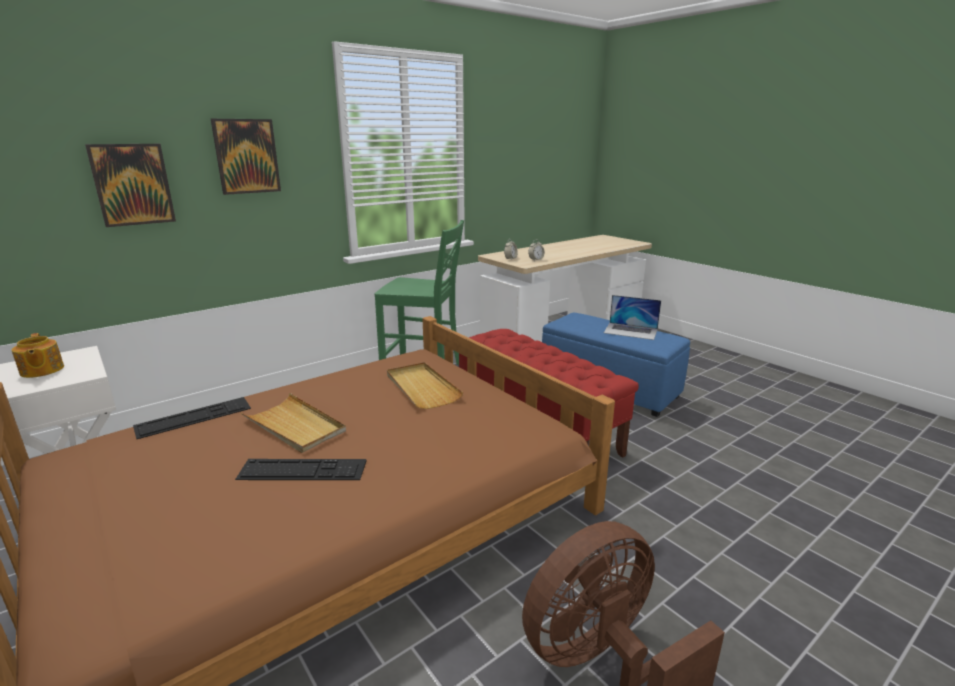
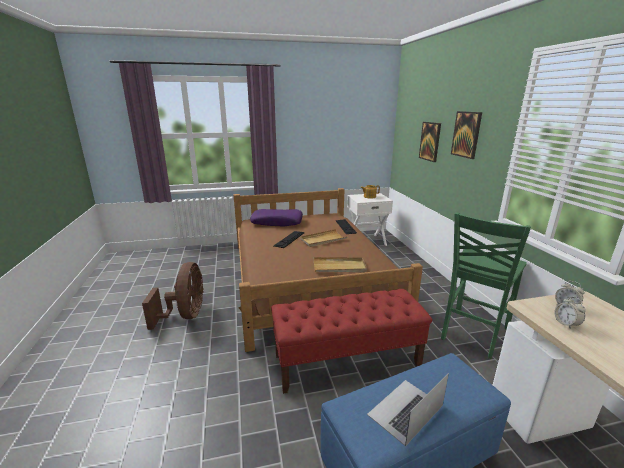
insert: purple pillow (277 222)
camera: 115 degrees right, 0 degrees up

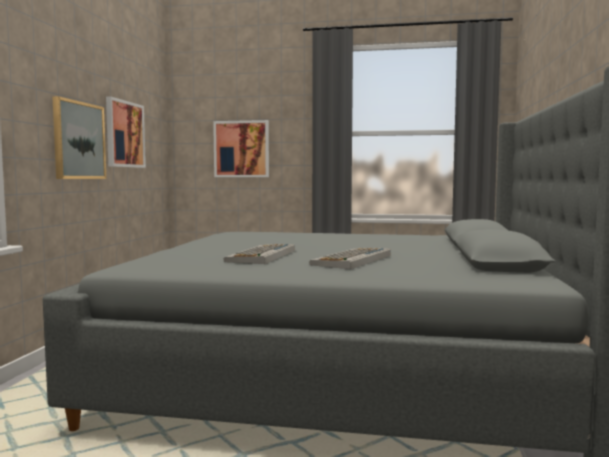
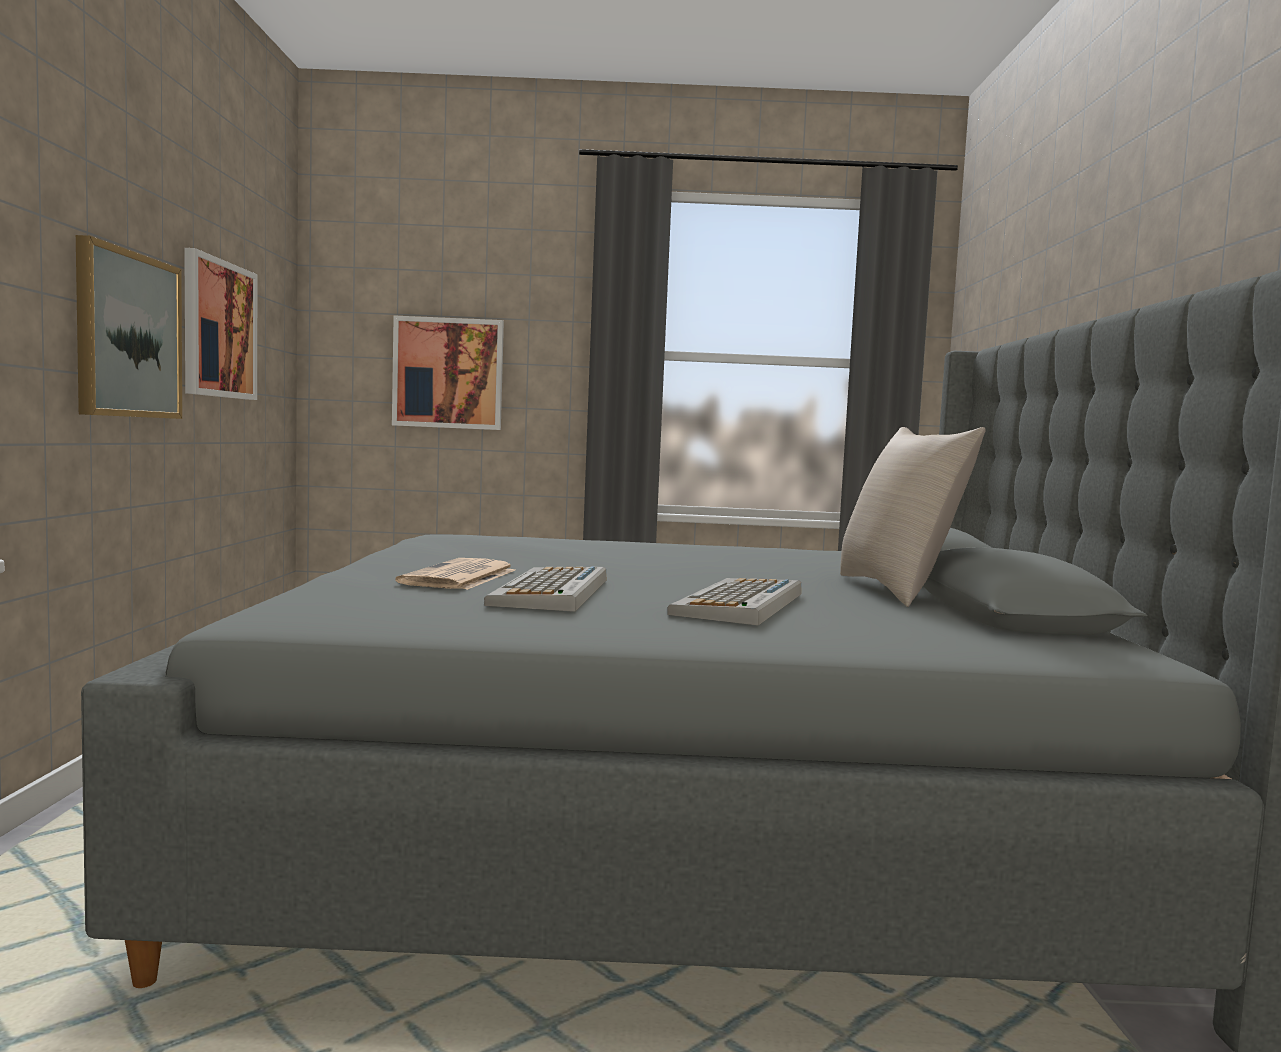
insert: newspaper (459 577); beige pillow (898 590)
camera: 10 degrees left, 0 degrees up

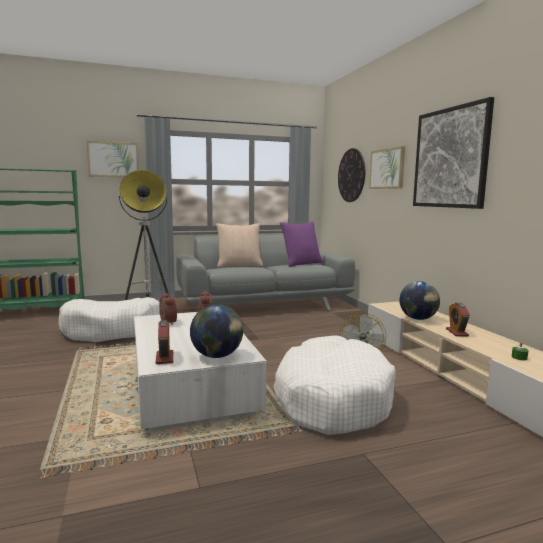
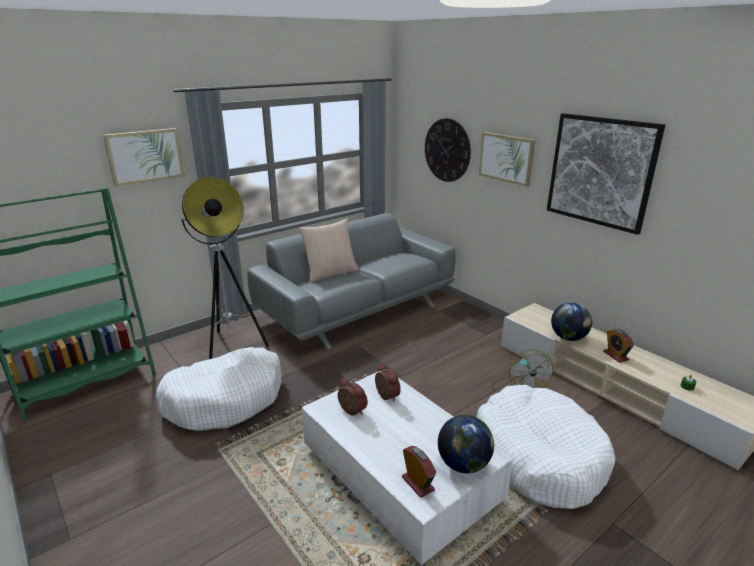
delete: purple pillow (301 264)
camera: 20 degrees left, 15 degrees up

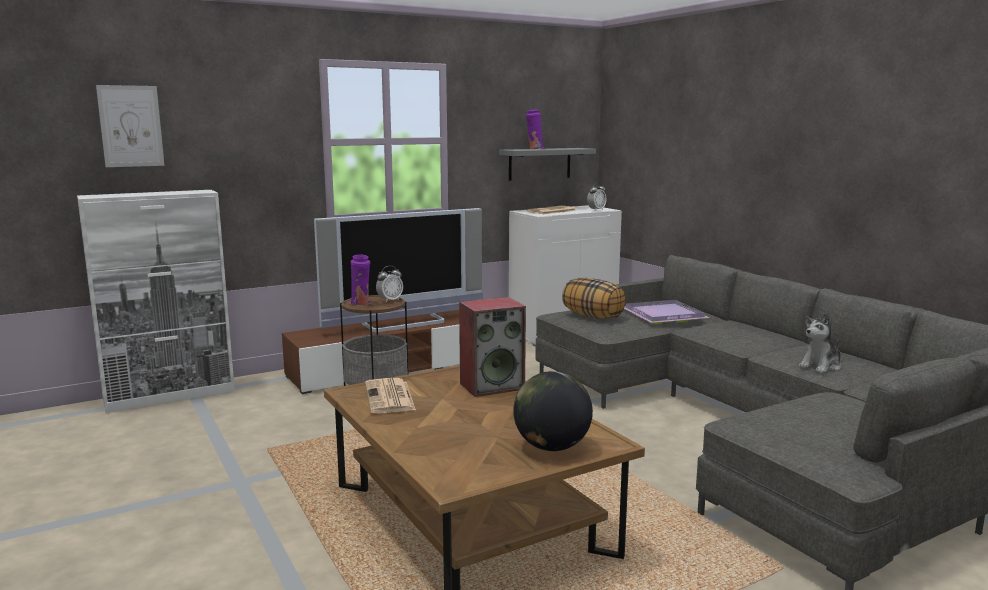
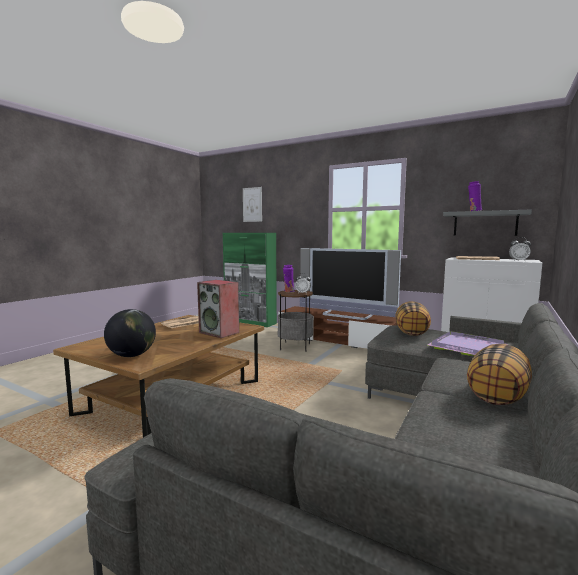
delete: plush toy (821 366)
insert: pillow (497 396)
recolor: white cabinet (170 395) to green cabinet (250 322)
camera: 60 degrees right, 5 degrees down

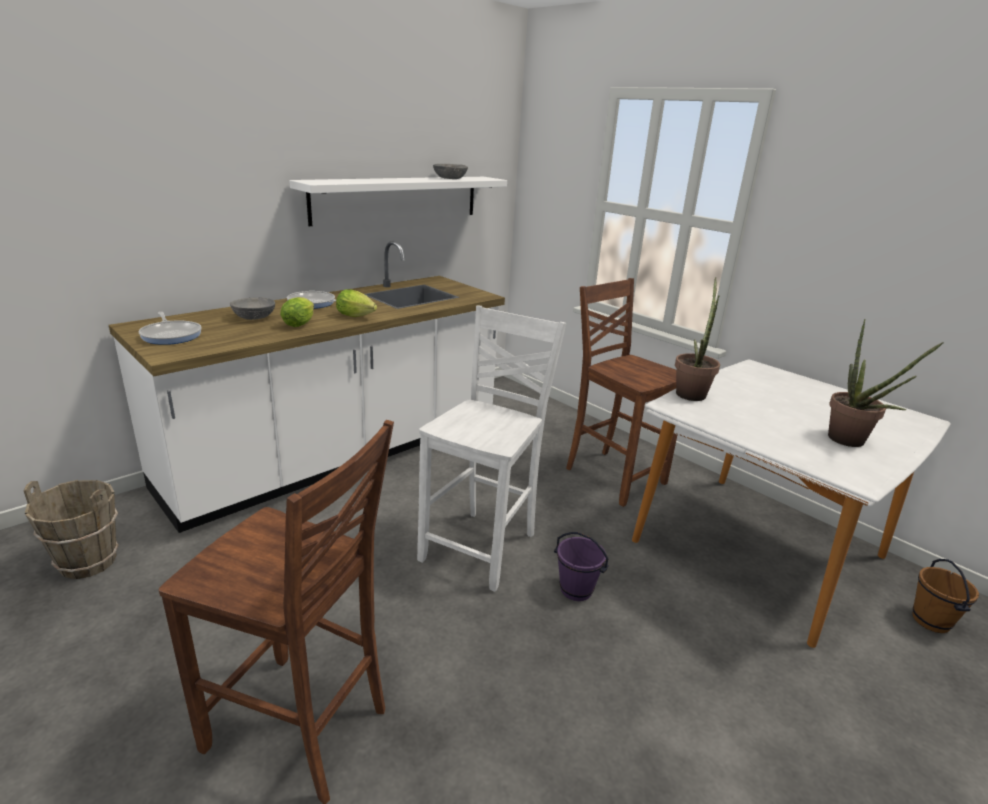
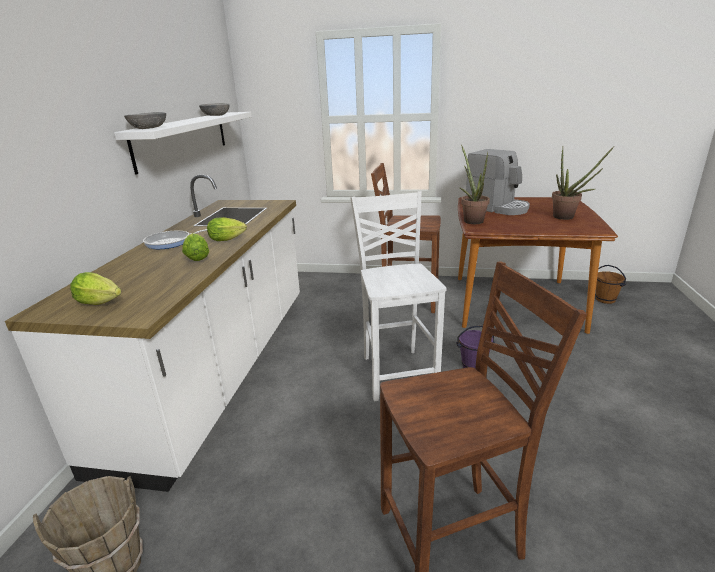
insert: coffee machine (497 208)
move: grey bowl (254 317) to (149 128)
replace: frying pan (171 335) to lettuce (102 303)
recolor: white dining table (757 550) to brown dining table (515 303)
camera: 35 degrees left, 0 degrees up

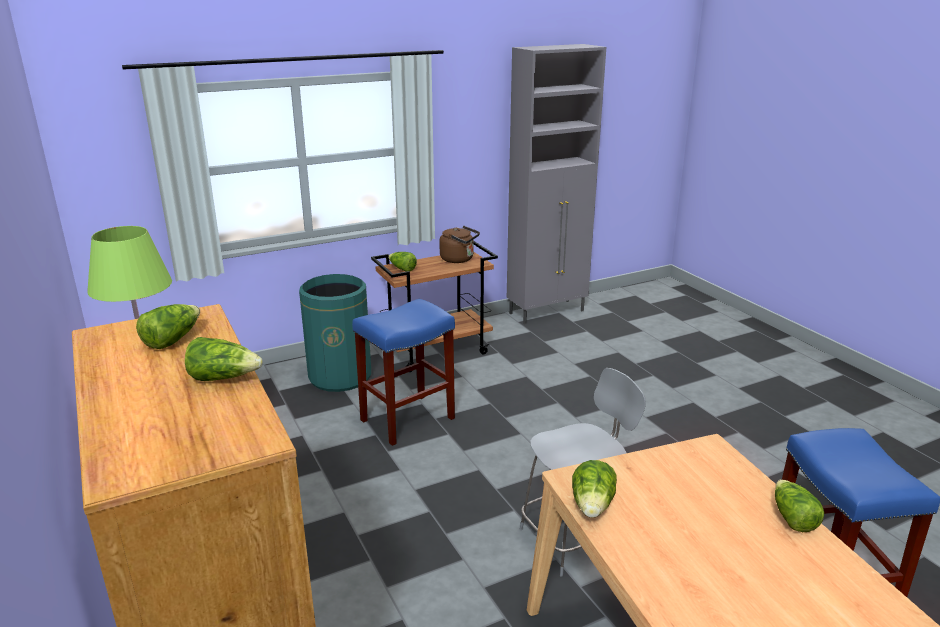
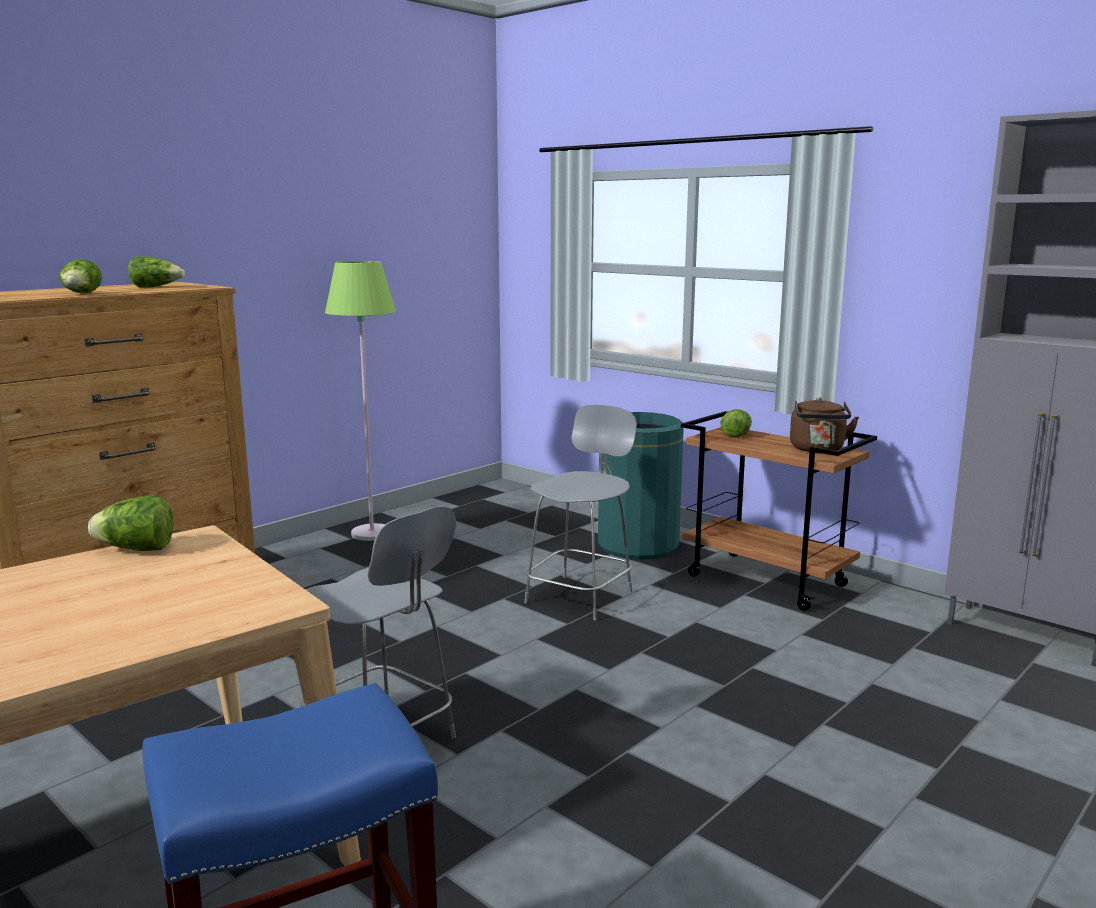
delete: lettuce (792 518)
replace: blue stool (408 418) to grey chair (581 595)
camera: 70 degrees right, 10 degrees down

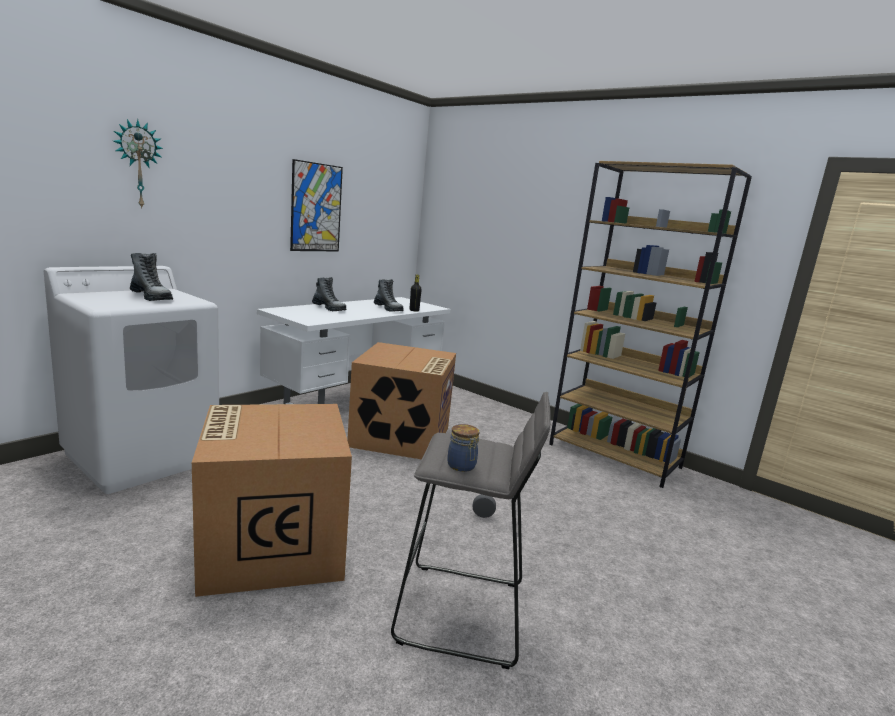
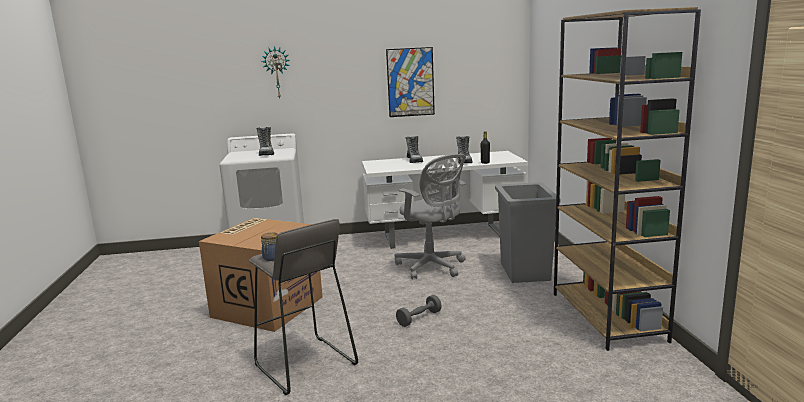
insert: grey trash can (525 271)
replace: cardboard box (401 437) to grey office chair (432 267)
camera: 45 degrees right, 0 degrees up

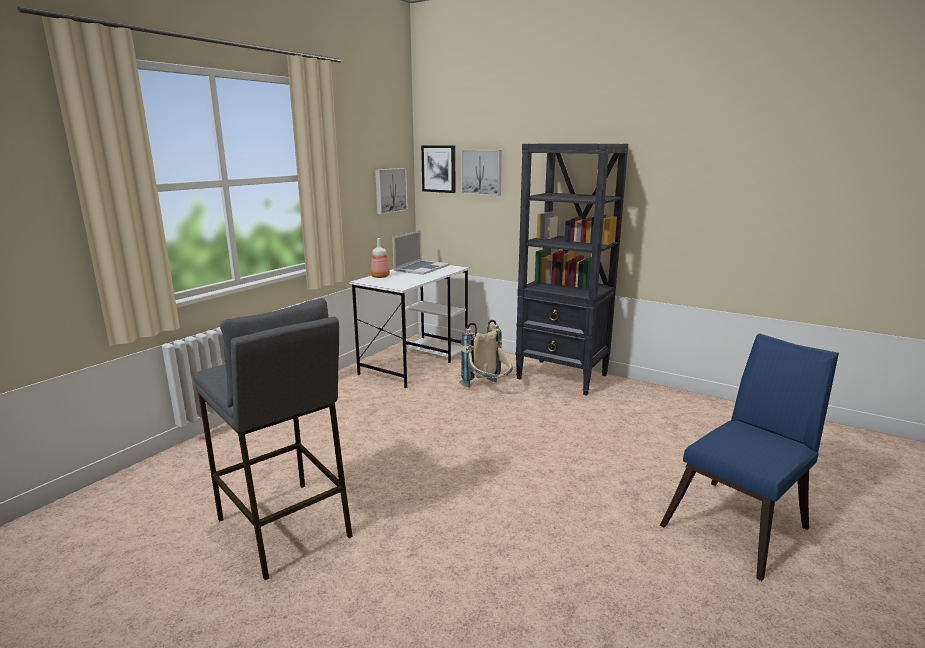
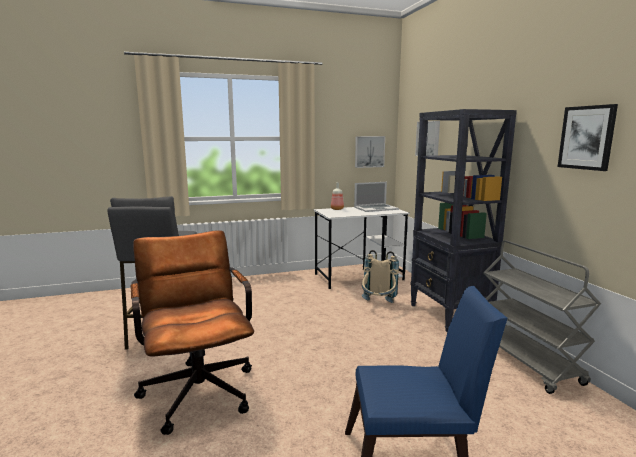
insert: brown office chair (198 387); grey cart (527 362)
move: picture (439 169) to (587 137)
camera: 40 degrees right, 5 degrees down

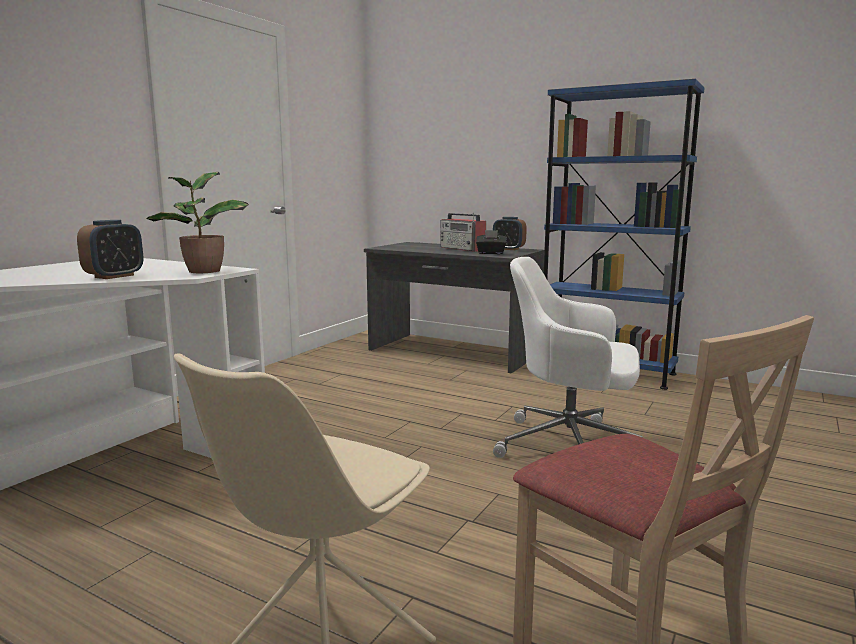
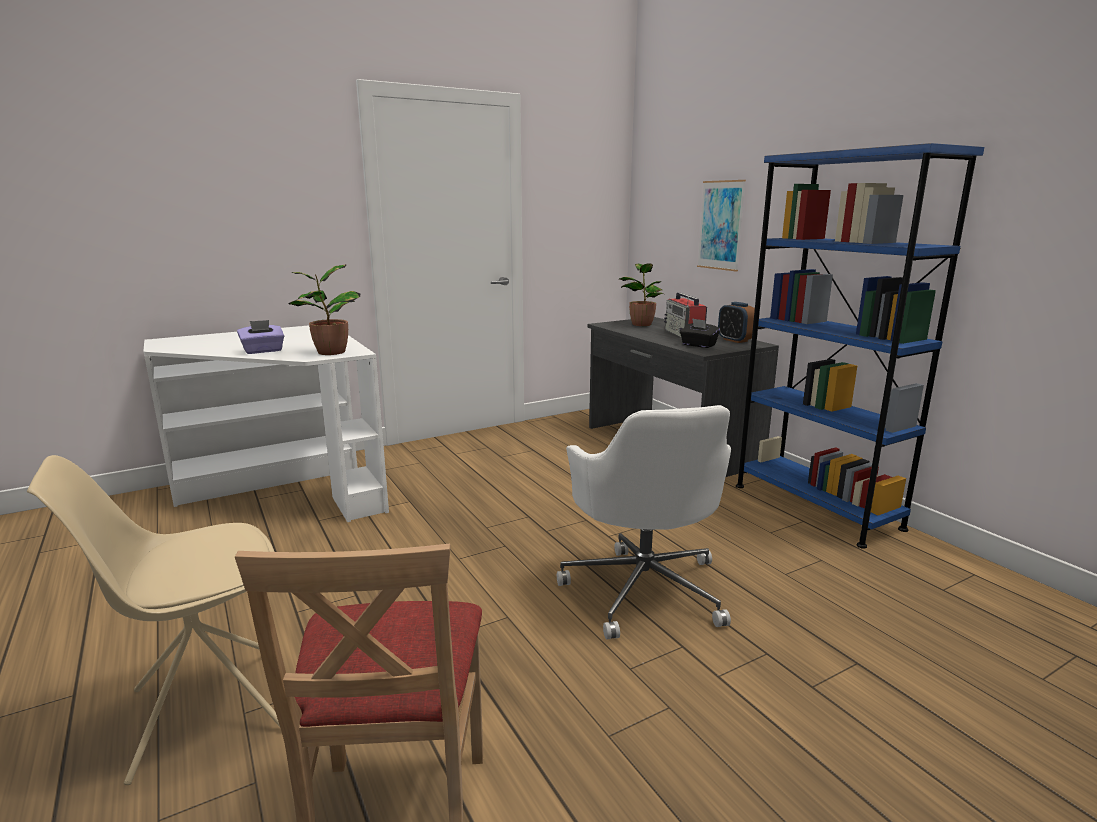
insert: potted plant (641 324); picture (720 225)
replace: alarm clock (114 276) to purple tissue box (263 351)
rotate: white office chair (570 446) = (644 588) 150 degrees counterclockwise
camera: 30 degrees right, 5 degrees up

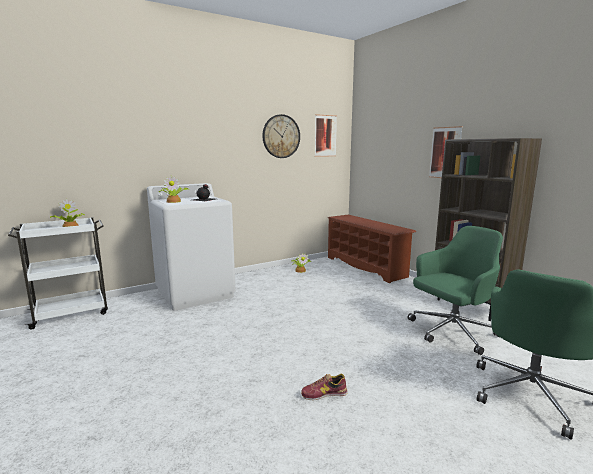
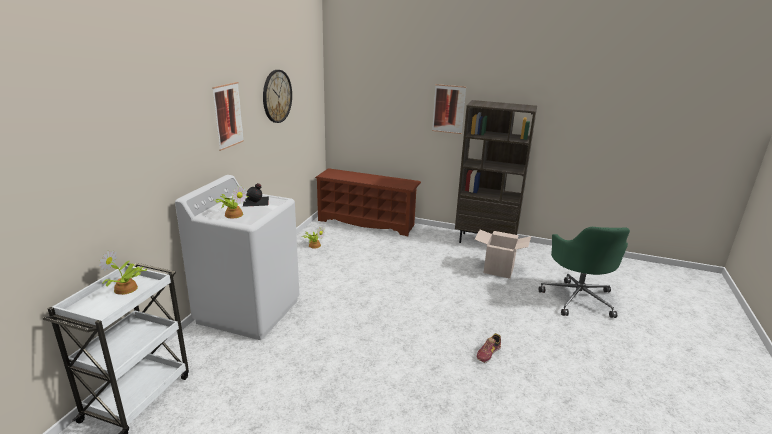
move: picture (325 136) to (228 115)
replace: green office chair (451 332) to cardboard box (498 270)
camera: 40 degrees left, 10 degrees up

